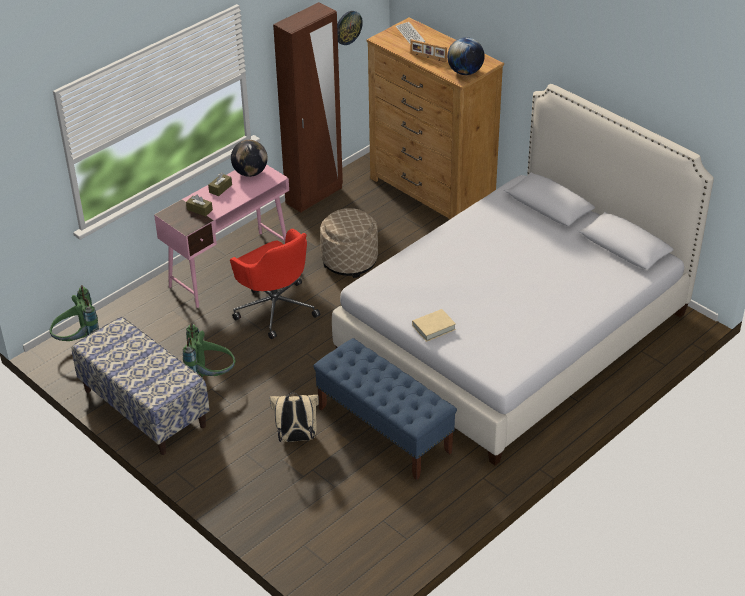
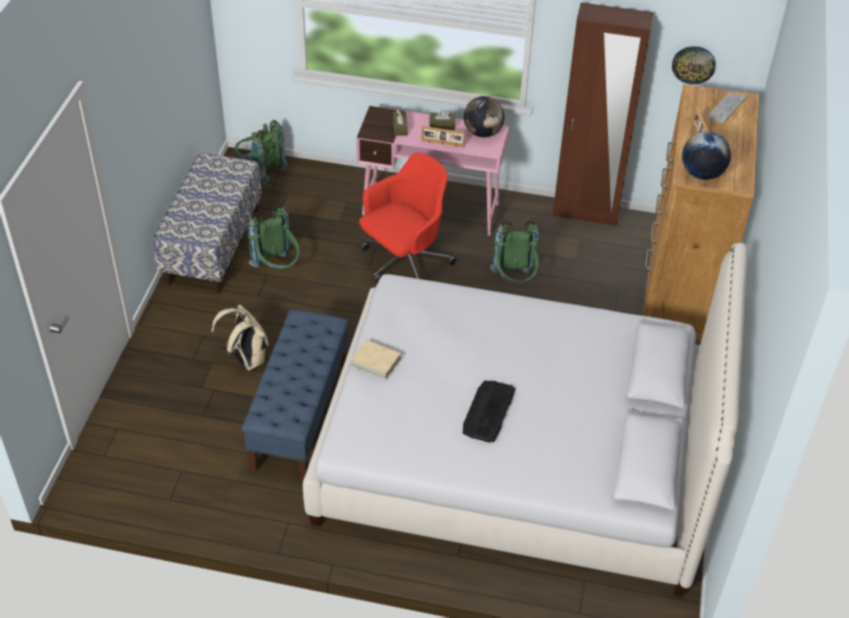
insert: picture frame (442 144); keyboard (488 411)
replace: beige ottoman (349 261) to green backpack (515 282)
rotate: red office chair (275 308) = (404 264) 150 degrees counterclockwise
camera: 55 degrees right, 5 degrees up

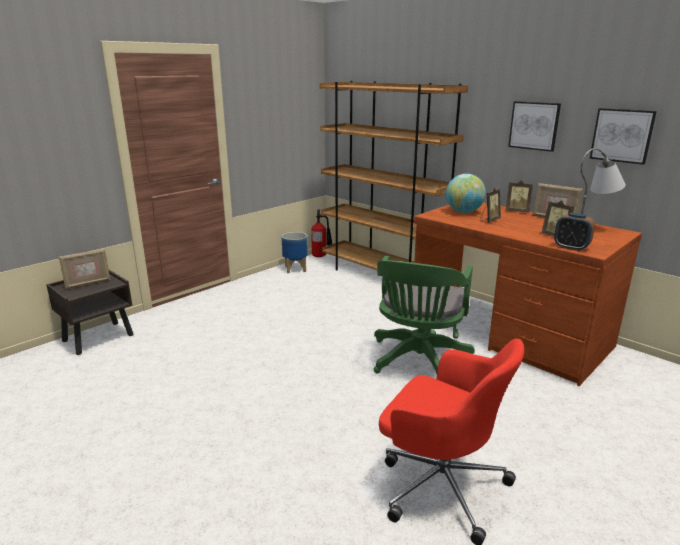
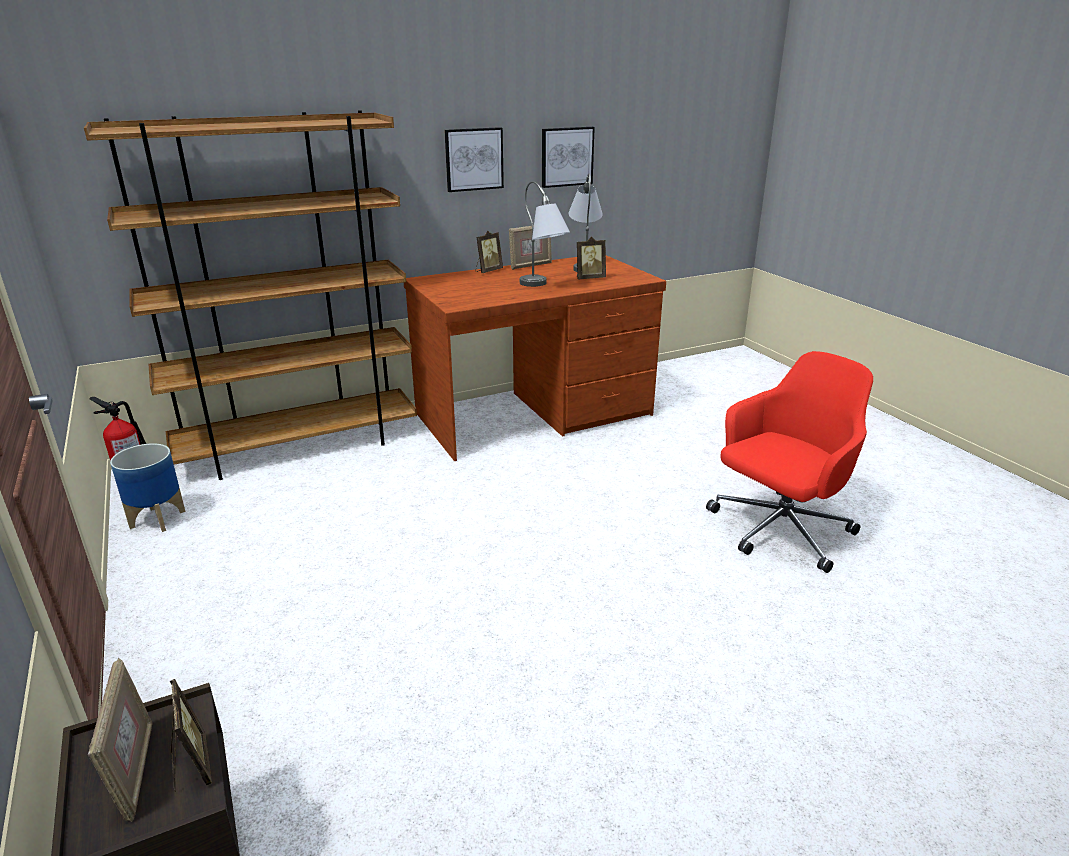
delete: green office chair (418 362); globe (463 212); alarm clock (571 247)
insert: grey table lamp (542 287)
move: picture frame (489 220) to (191 766)
camera: 70 degrees left, 5 degrees up

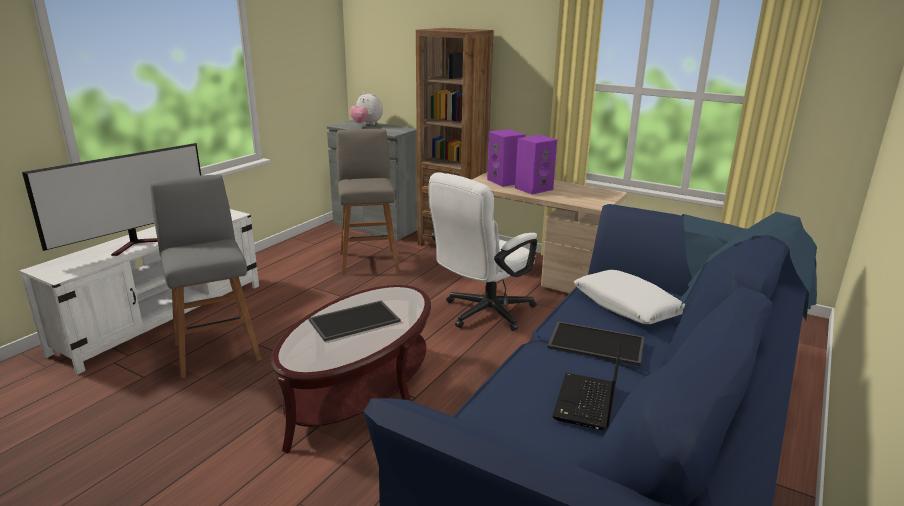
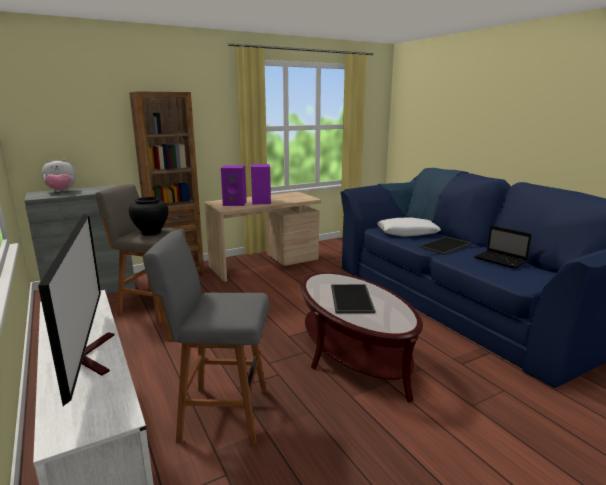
delete: white office chair (482 314)
insert: black vase (151 232)
camera: 60 degrees left, 5 degrees down

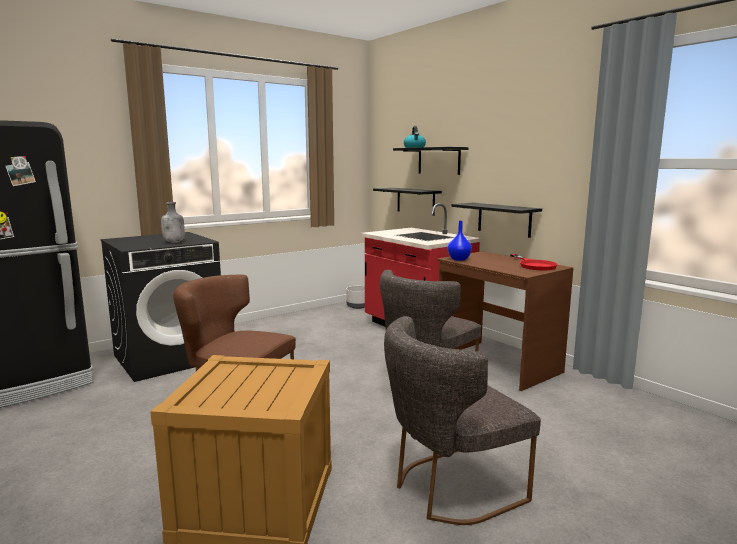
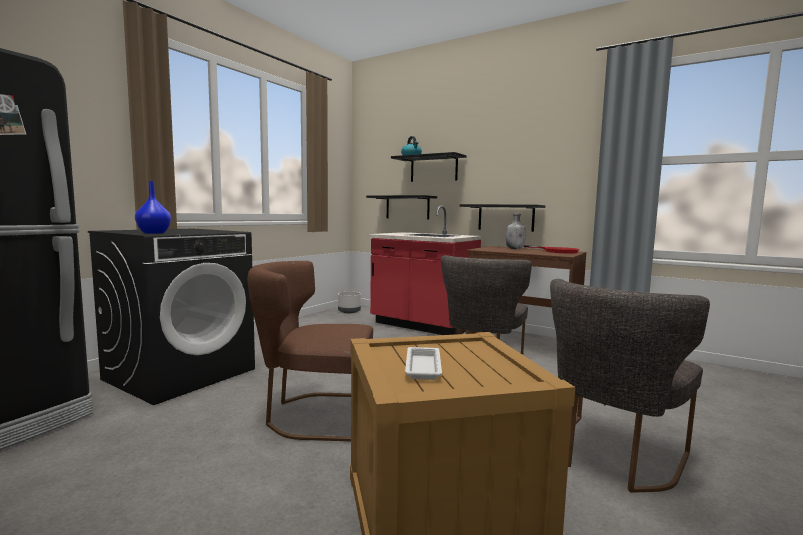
insert: white tray (423 366)
move: blue vase (458 259) to (153 233); grey bottle (174 242) to (515 249)
camera: 20 degrees left, 5 degrees down

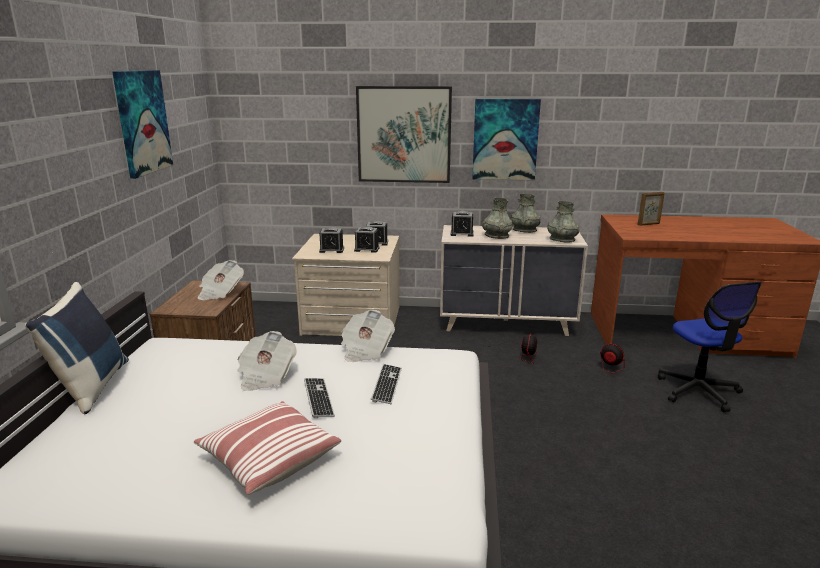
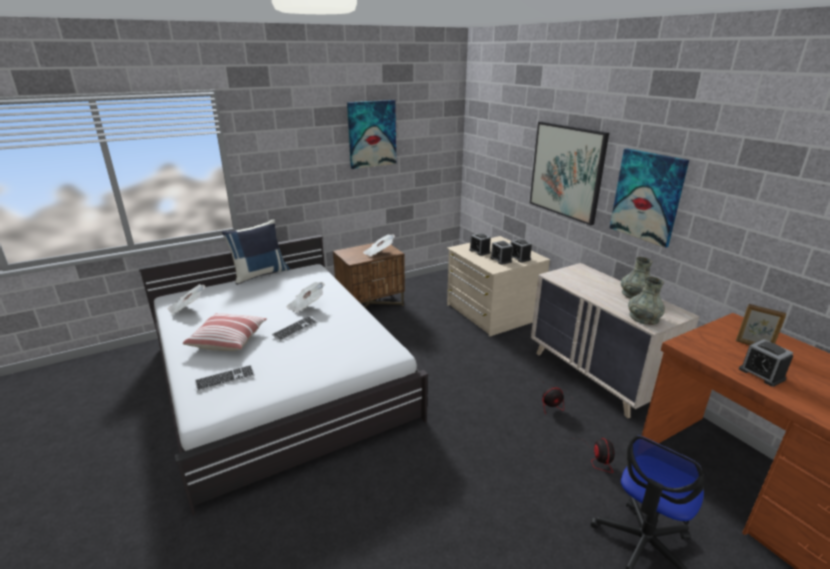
delete: grey vase (496 236)
move: newspaper (365 350) to (187 308); keyboard (387 385) to (225 379); alarm clock (462 234) to (761 374)
camera: 55 degrees right, 5 degrees up

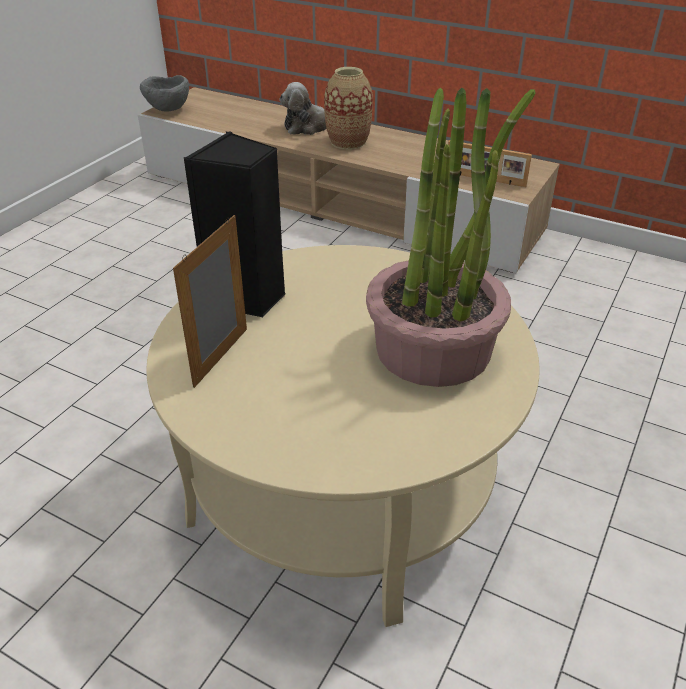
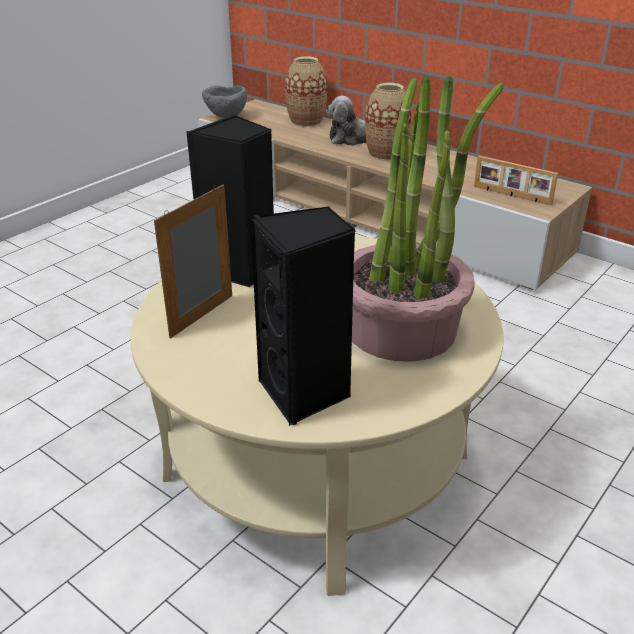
insert: black speaker (306 393); vase (306 122)
camera: 10 degrees right, 5 degrees down

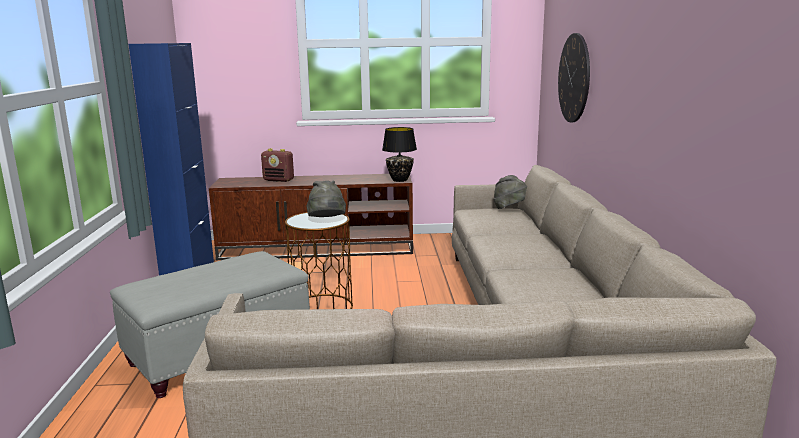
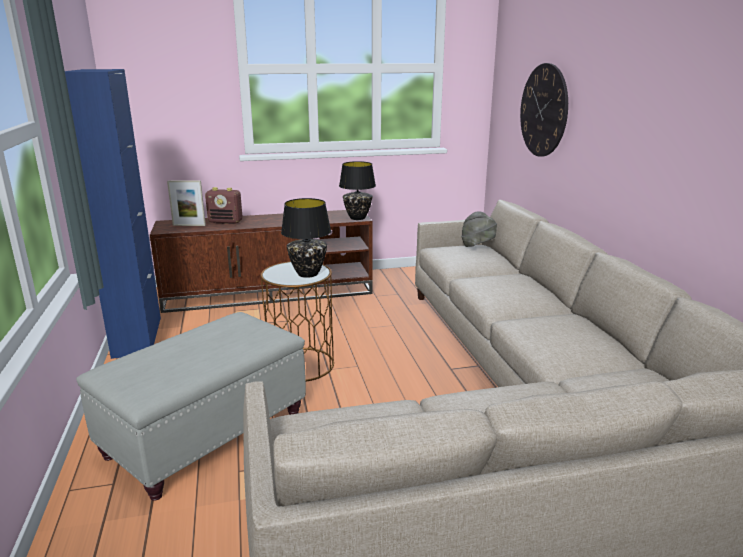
insert: picture frame (189 225)
replace: grey hat (327 221) to black table lamp (308 274)
camera: 10 degrees left, 5 degrees up

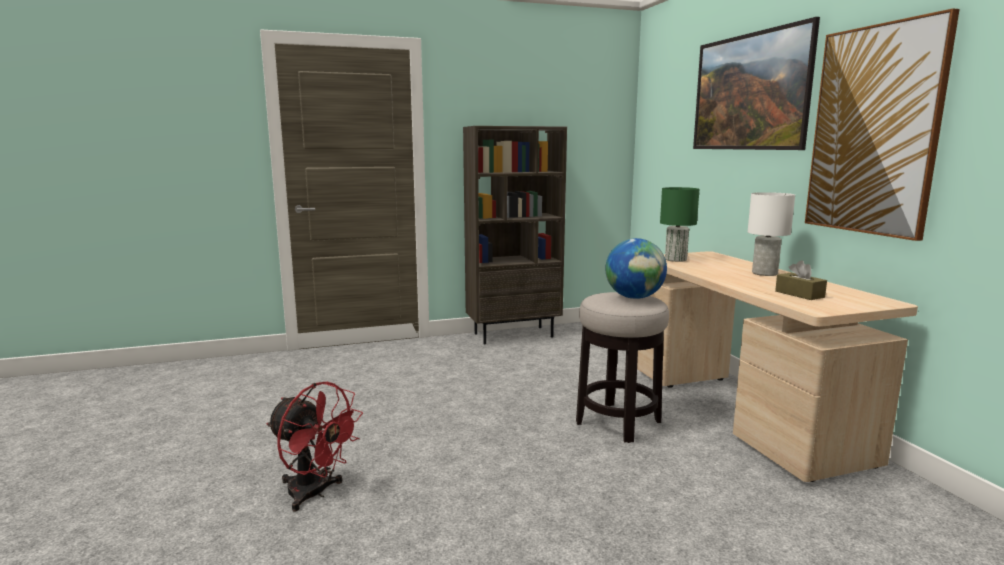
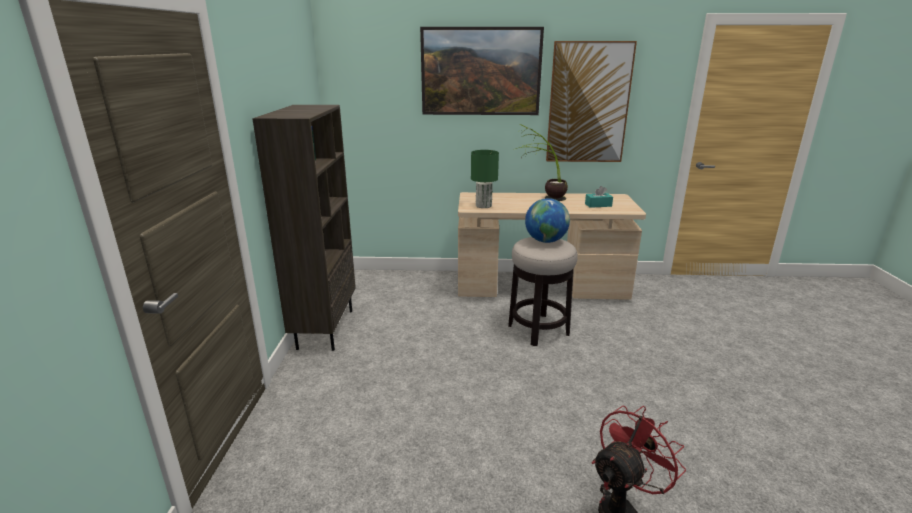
replace: white table lamp (764 273) to potted plant (542 198)
recolor: brown tissue box (799 294) to turquoise tissue box (598 205)
camera: 70 degrees left, 10 degrees up

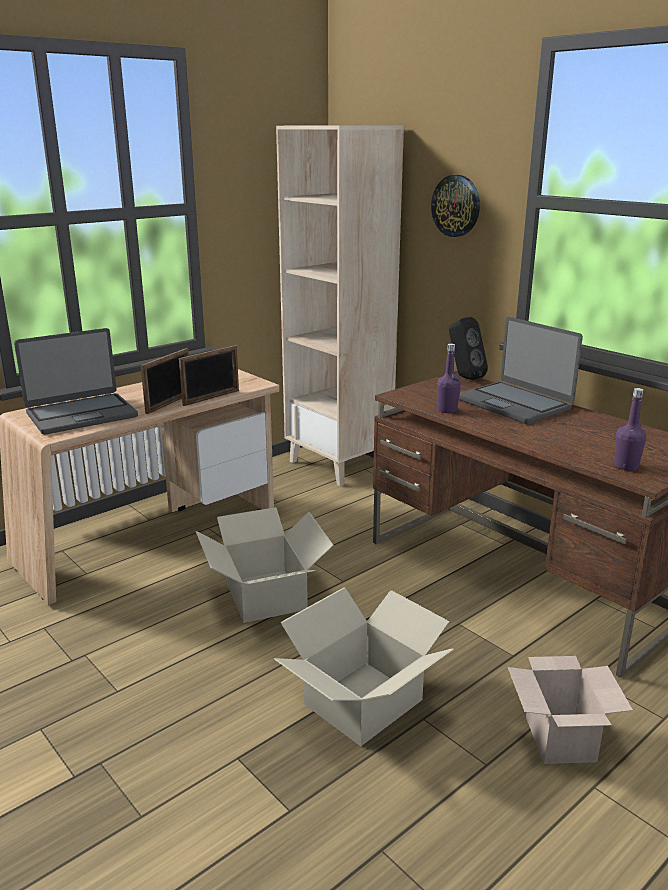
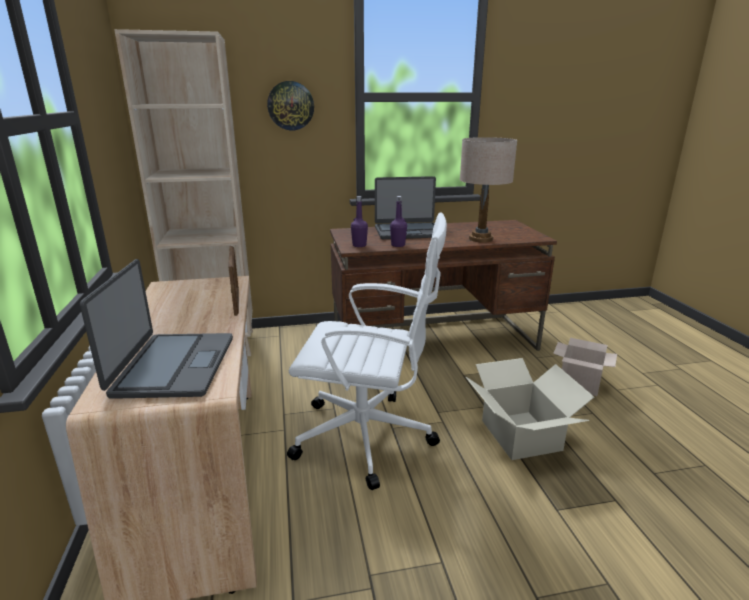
delete: picture frame (169 403); black speaker (464 377)
insert: beige table lamp (481 239)
move: purple bottle (626 466) to (359 245)
replace: cardboard box (265 596) to white office chair (368 437)
camera: 60 degrees left, 0 degrees up

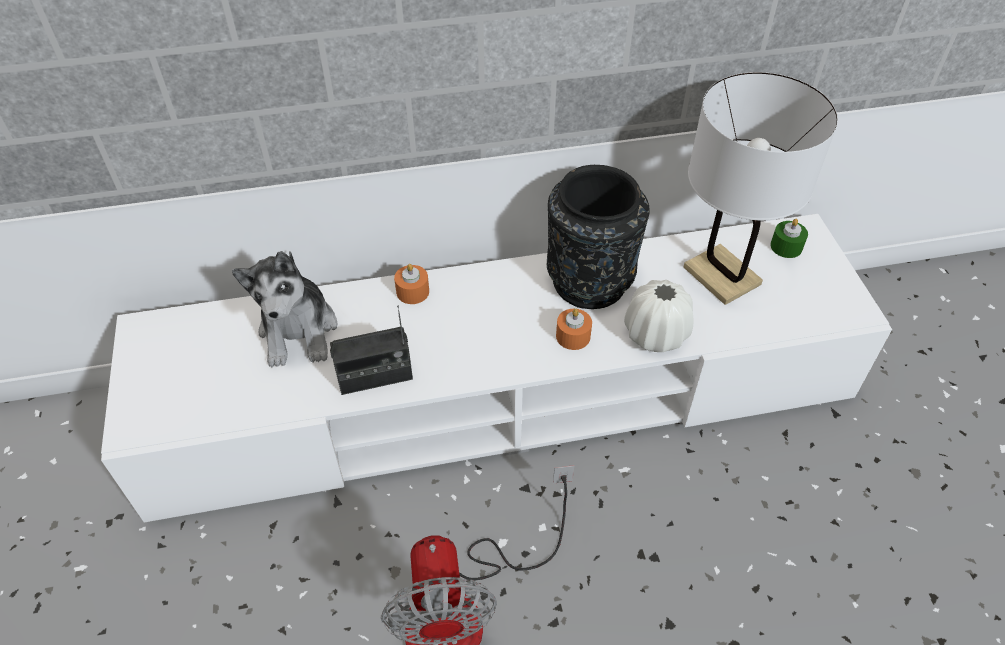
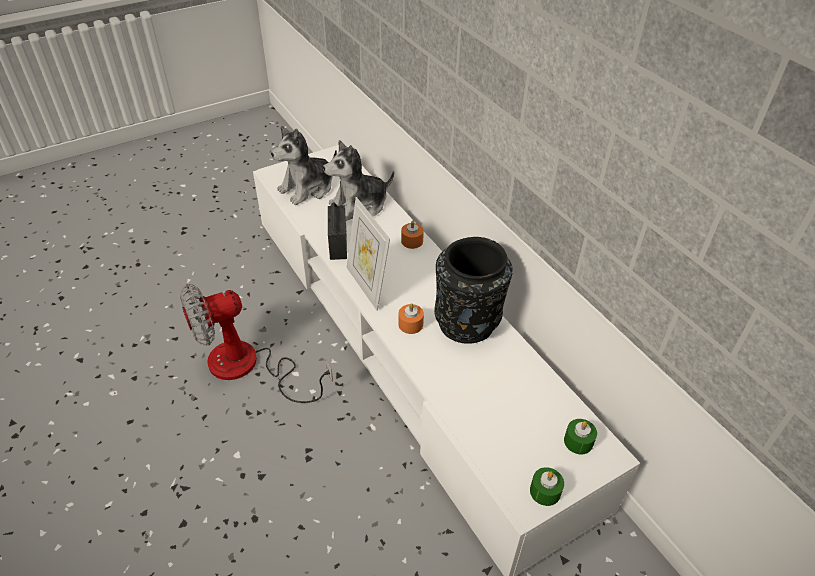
delete: white vase (656 334); white table lamp (721 276)
insert: plush toy (307 188); picture frame (367 286); green candle (545 491)
rotate: radio (375 377) = (338 244) 150 degrees counterclockwise
camera: 70 degrees right, 5 degrees down

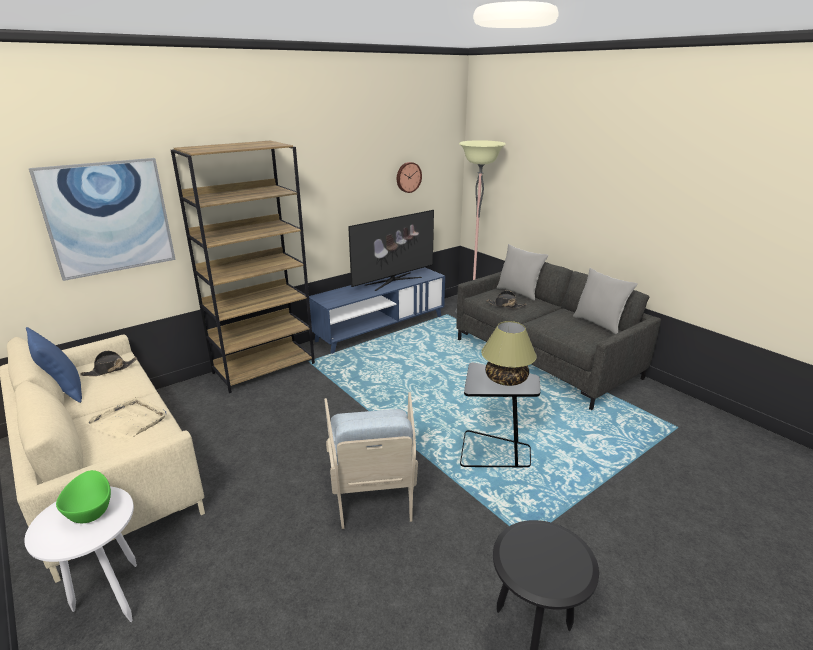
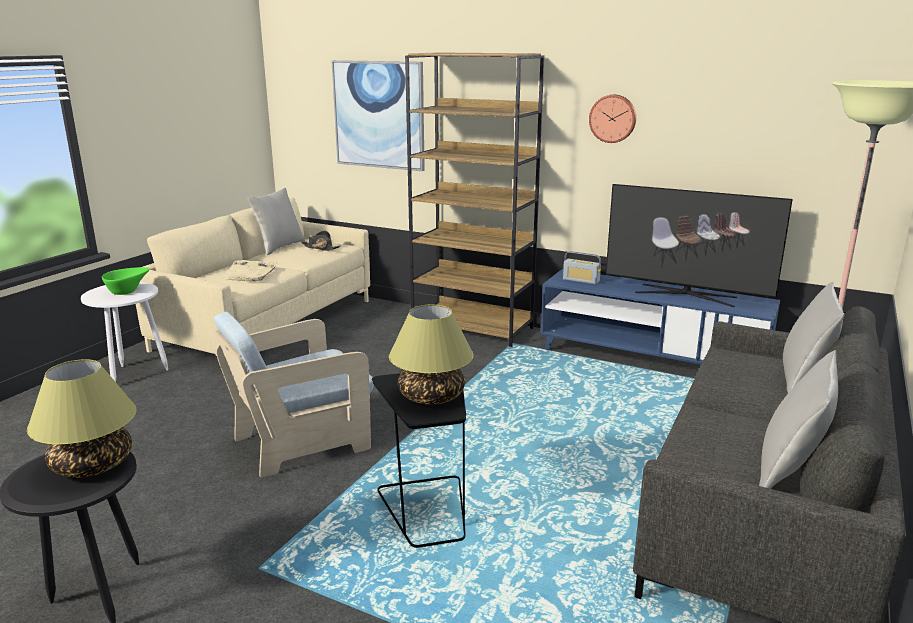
delete: black hat (505 305)
insert: table lamp (92 464); radio (581 280)
move: wall clock (408 177) to (613 118)
recolor: blue pillow (64 391) to grey pillow (279 247)
camera: 65 degrees right, 5 degrees down

